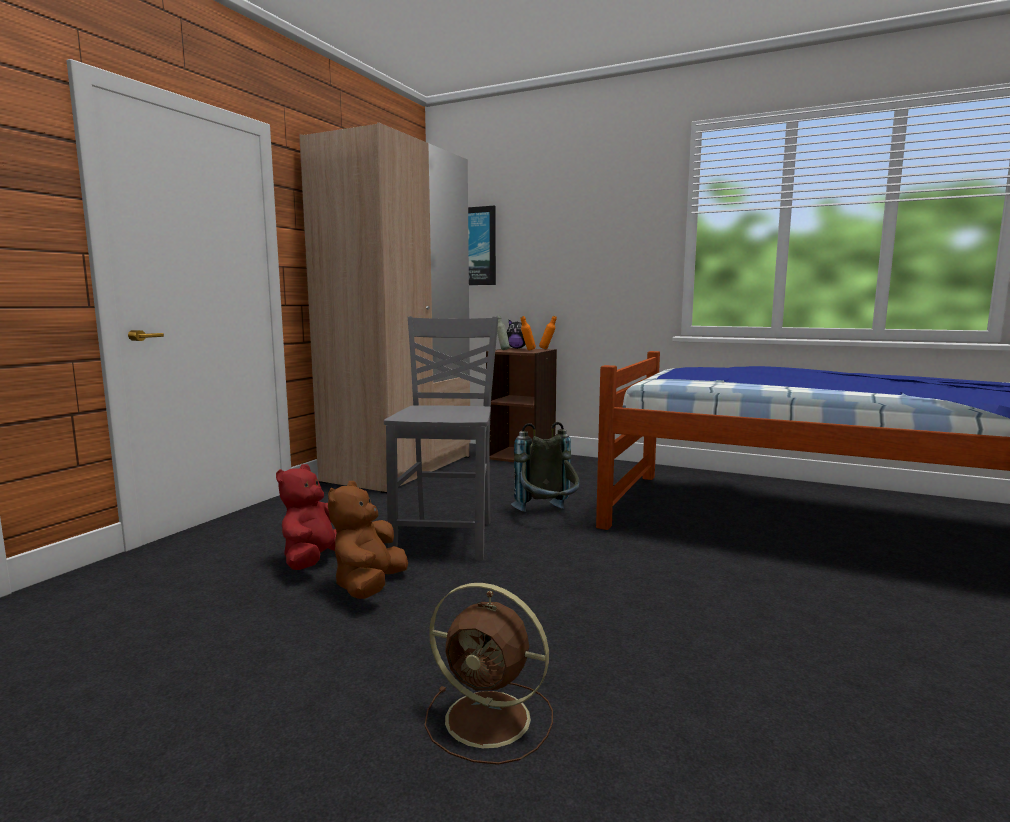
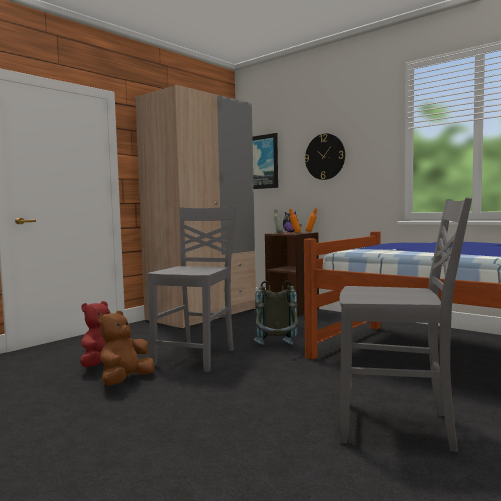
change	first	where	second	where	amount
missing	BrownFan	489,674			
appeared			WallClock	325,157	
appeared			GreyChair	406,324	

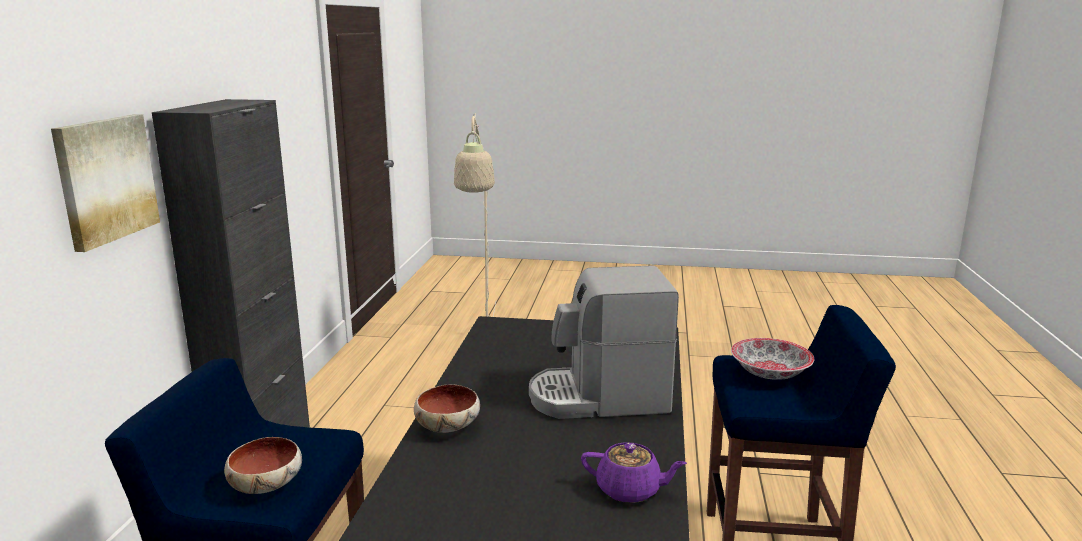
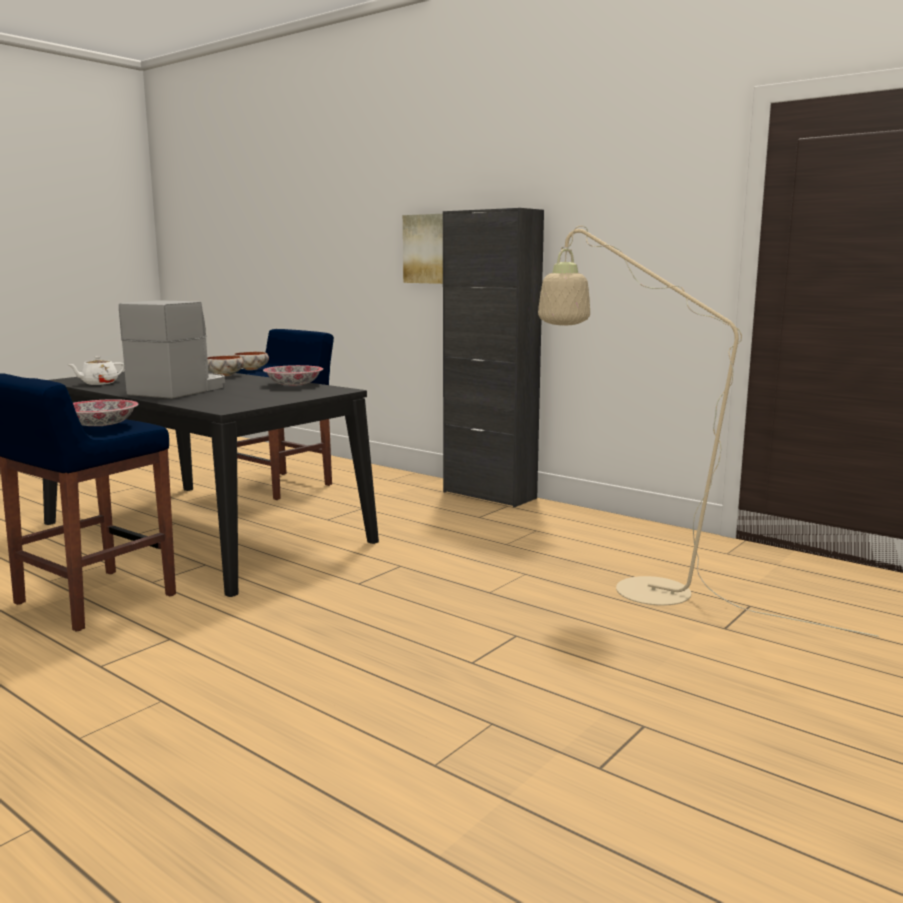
change	first	where	second	where	amount
appeared			Bowl	293,375	
colour	PurpleTeapot	634,472	WhiteTeapot	95,370	

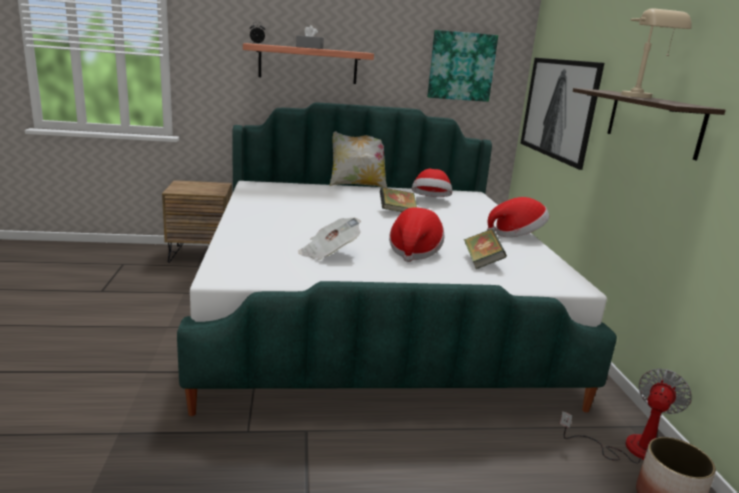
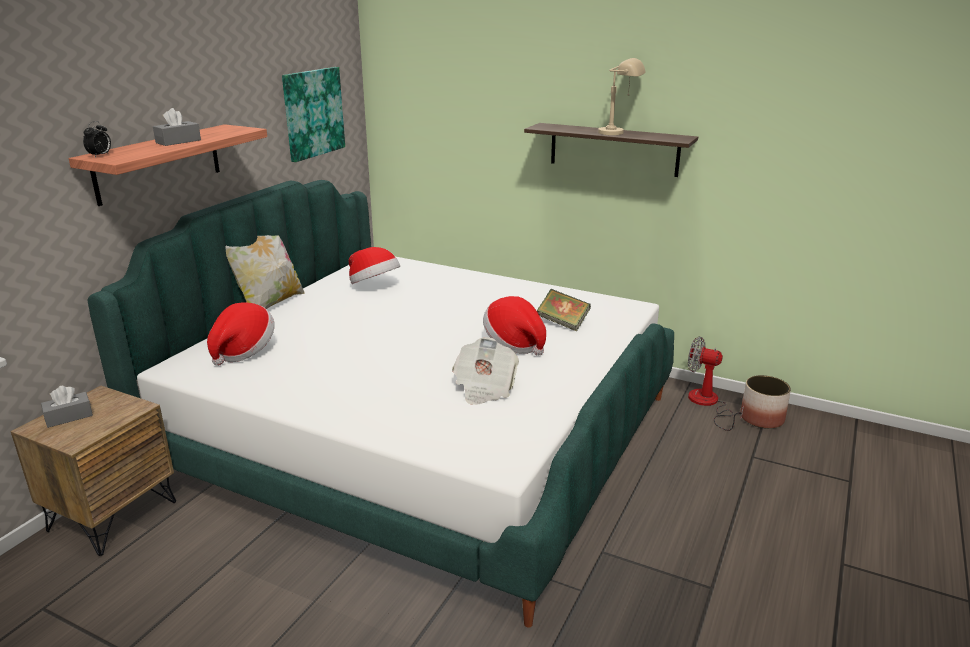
change	first	where	second	where	amount
missing	Book	398,199			
missing	Picture	562,114			
appeared			GreyTissueBox	67,406	
relocated	Hat	518,217		241,334	
spun	Fan	626,416		716,384	45 degrees counterclockwise

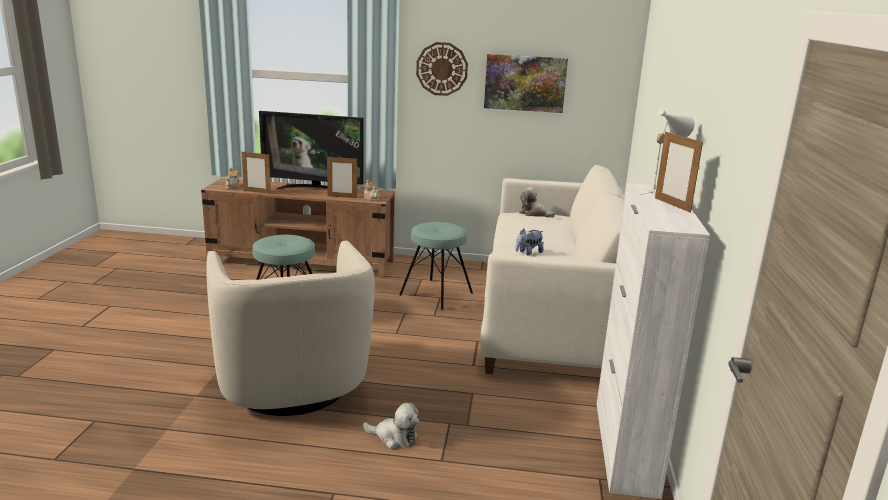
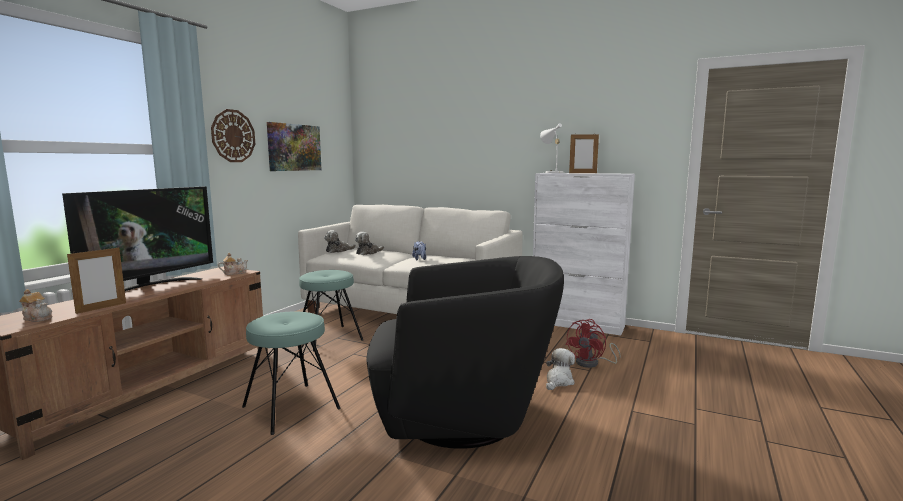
change	first	where	second	where	amount
missing	PictureFrame	342,177			
appeared			PlushToy	369,243	
appeared			RedFan	593,343	
colour	BeigeArmchair	290,328	BlackArmchair	465,352	

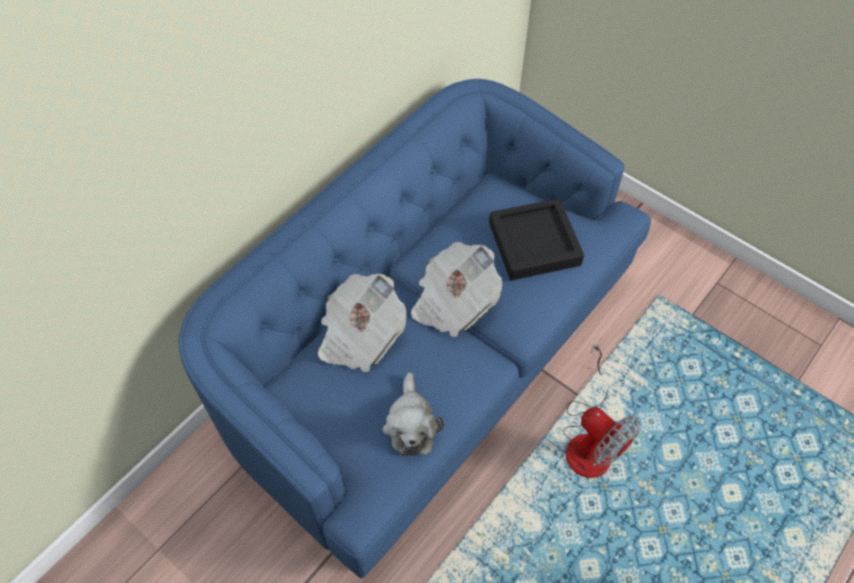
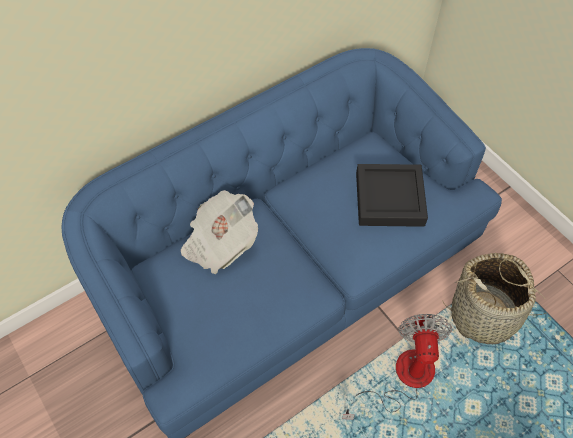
change	first	where	second	where	amount
missing	PlushToy	413,414			
missing	Newspaper	456,289			
appeared			Basket	494,299	
spun	Fan	601,408		397,367	150 degrees counterclockwise

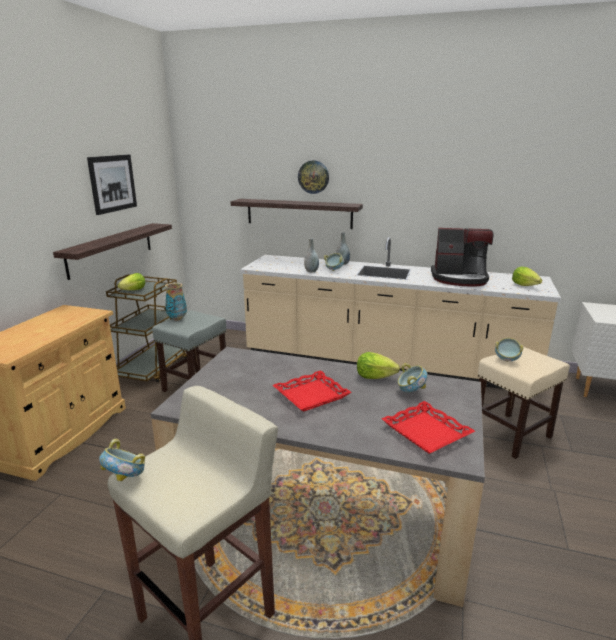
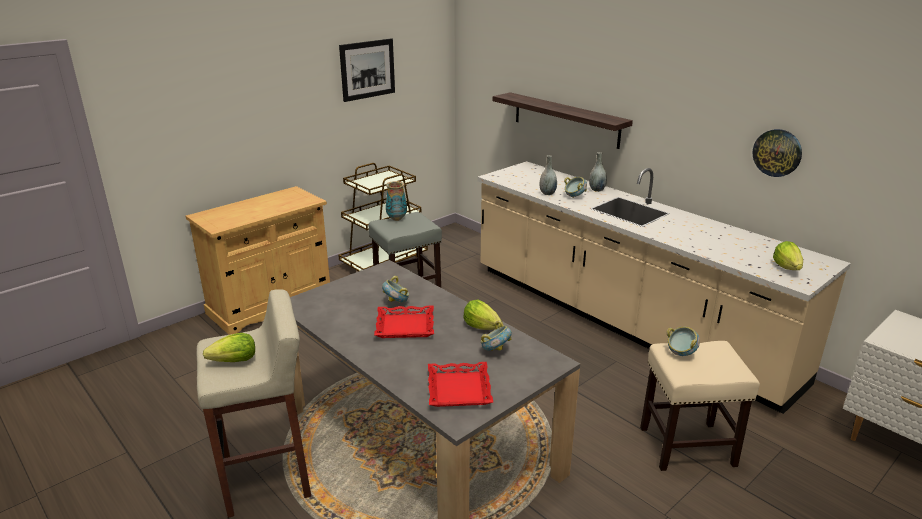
change	first	where	second	where	amount
missing	Shelf	112,251			
missing	CoffeeMachine	462,257			
relocated	Bowl	122,460		395,289	
relocated	Lettuce	131,281		229,347	
relocated	WallClock	313,177		777,153	

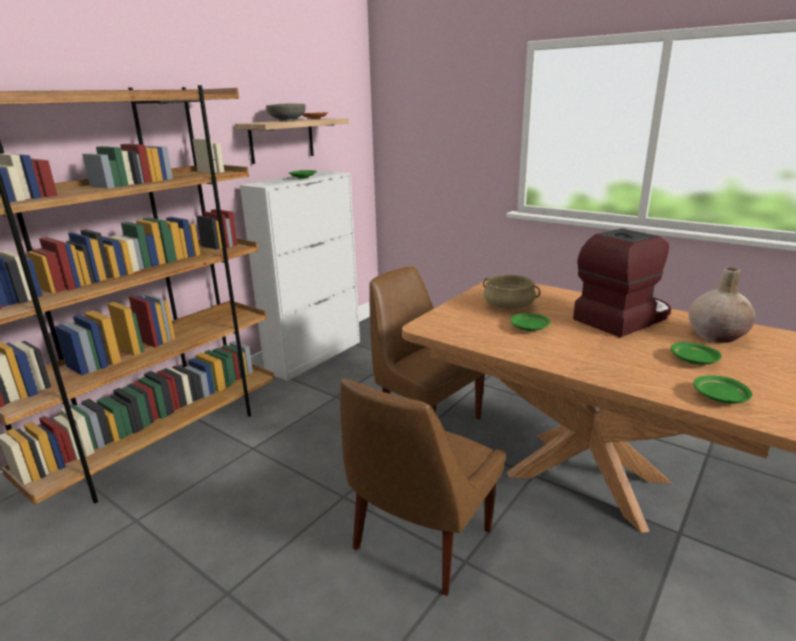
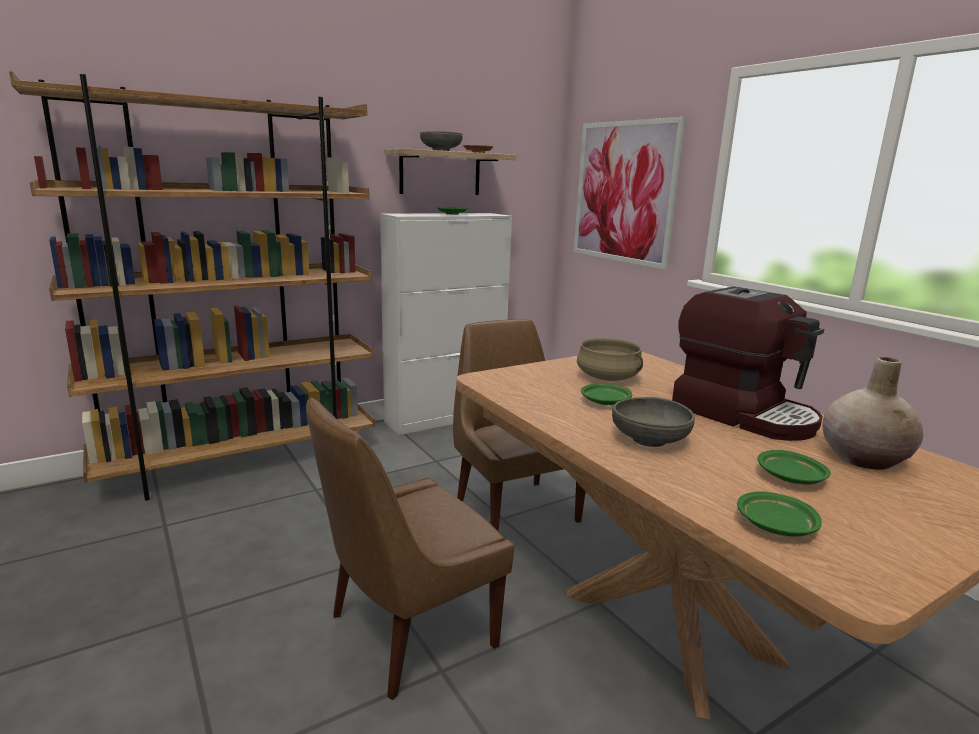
change	first	where	second	where	amount
appeared			Picture	629,193	
appeared			GreyBowl	653,422	
spun	CoffeeMachine	622,282		748,363	60 degrees clockwise

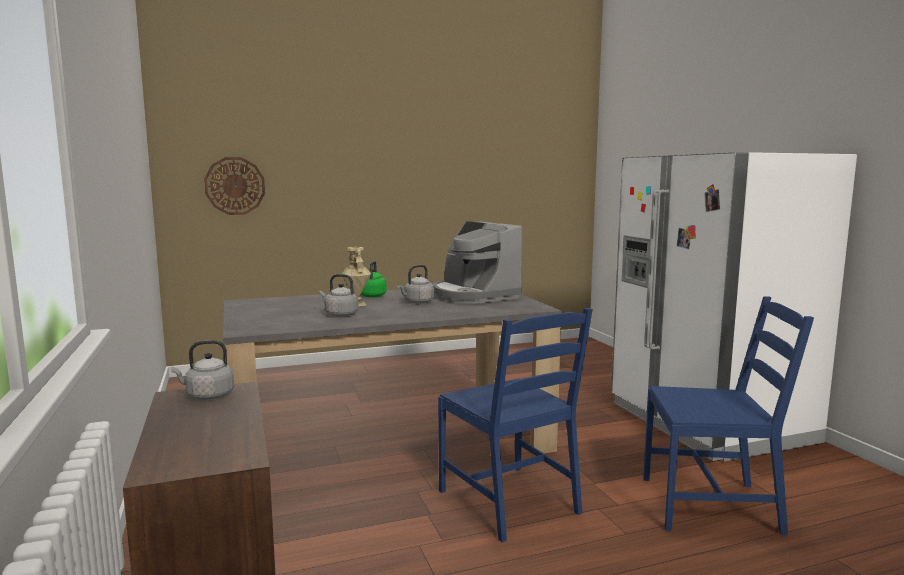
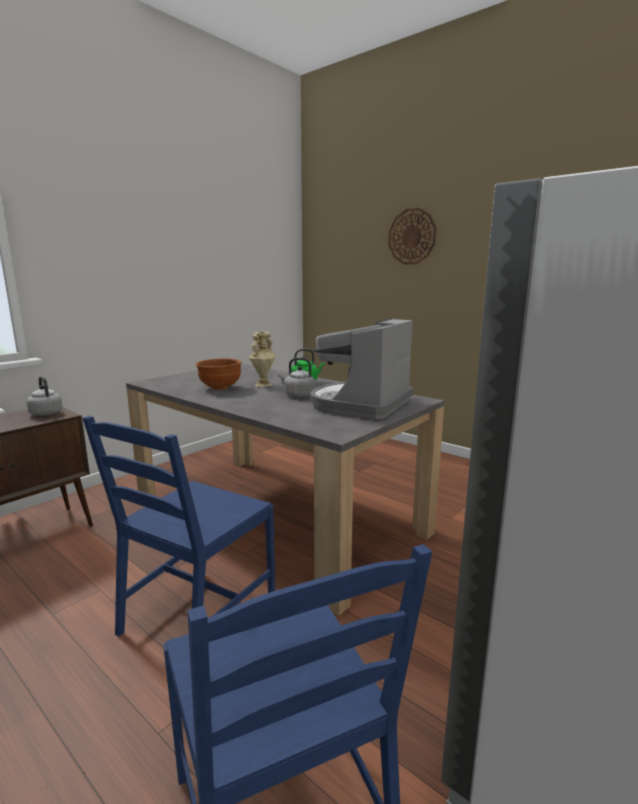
change	first	where	second	where	amount
relocated	WallClock	234,186		412,236	
exchanged	GreyKettle	338,295	BrownBowl	218,374	

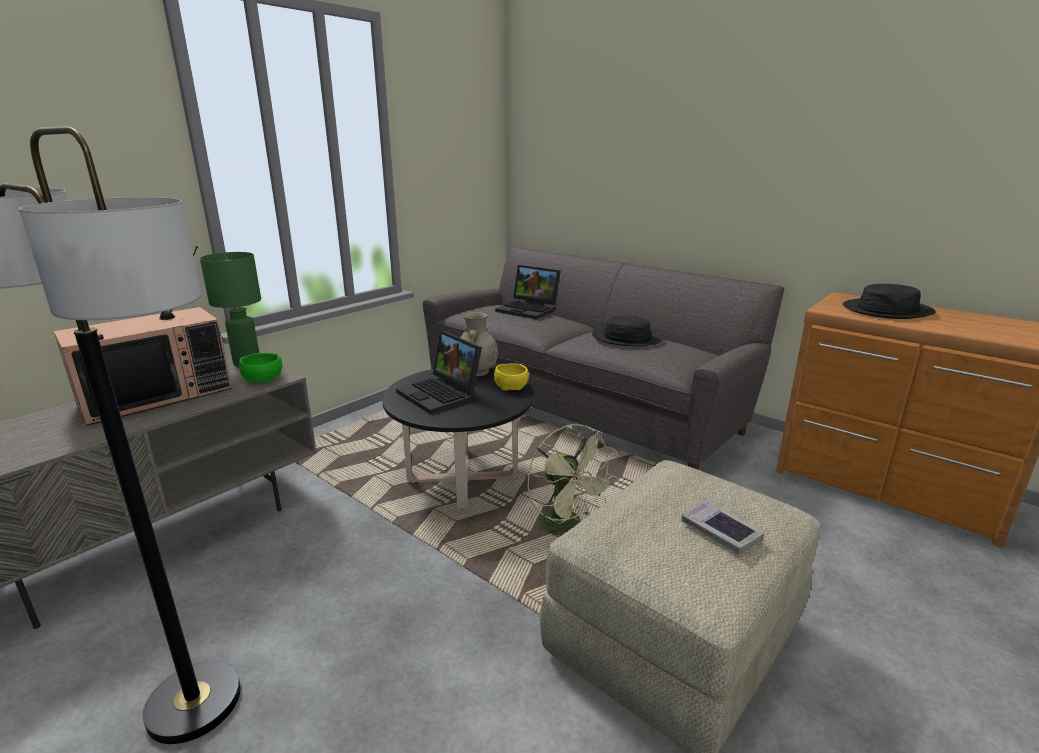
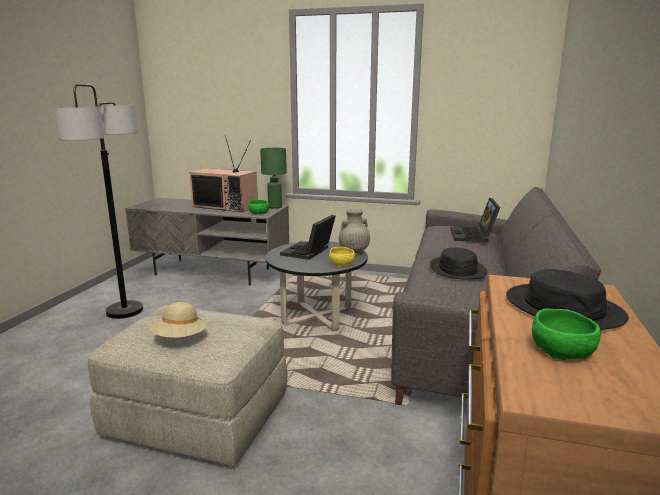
change	first	where	second	where	amount
missing	GreenFan	573,479			
appeared			GreenBowl	566,334	
exchanged	Book	722,527	BeigeHat	178,320	

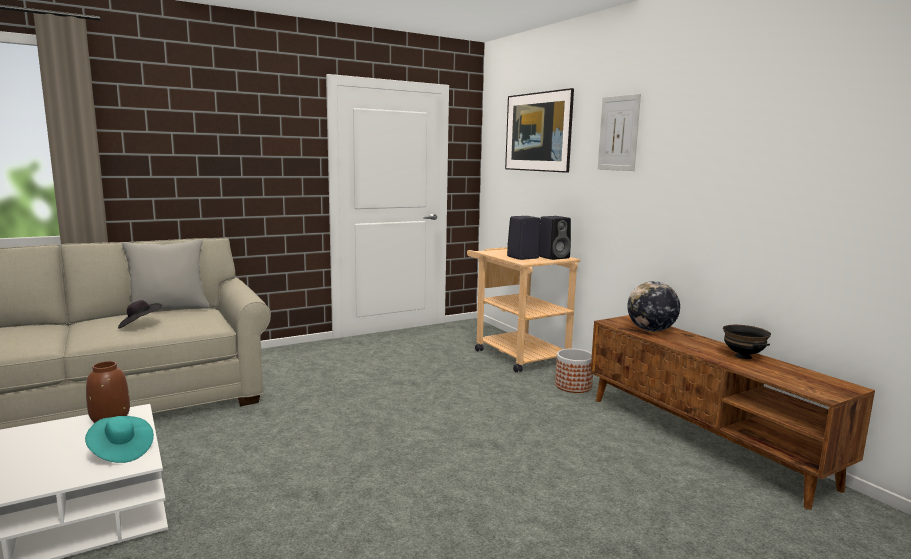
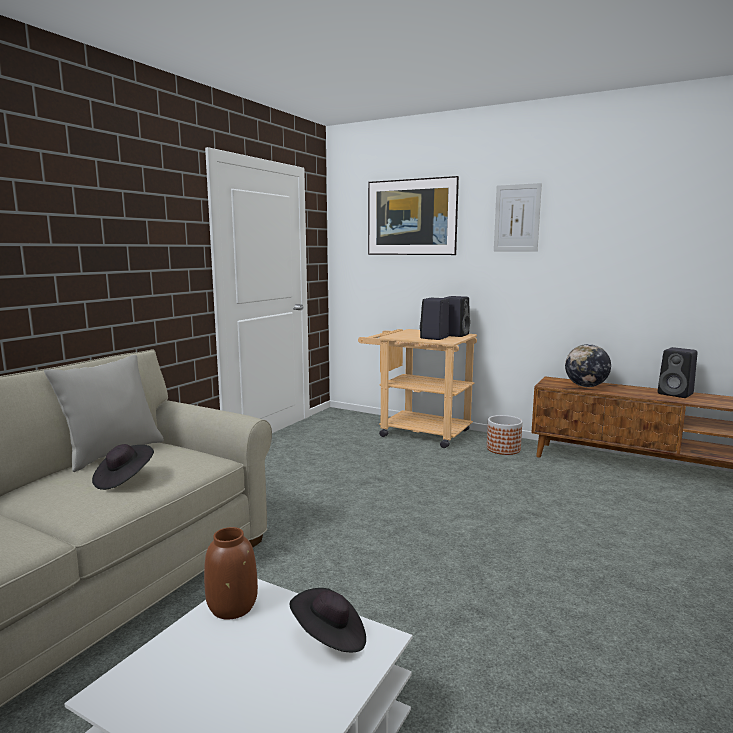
change	first	where	second	where	amount
exchanged	BlackBowl	747,342	BlackSpeaker	678,372	
colour	TurquoiseHat	119,439	BlackHat	327,620	

